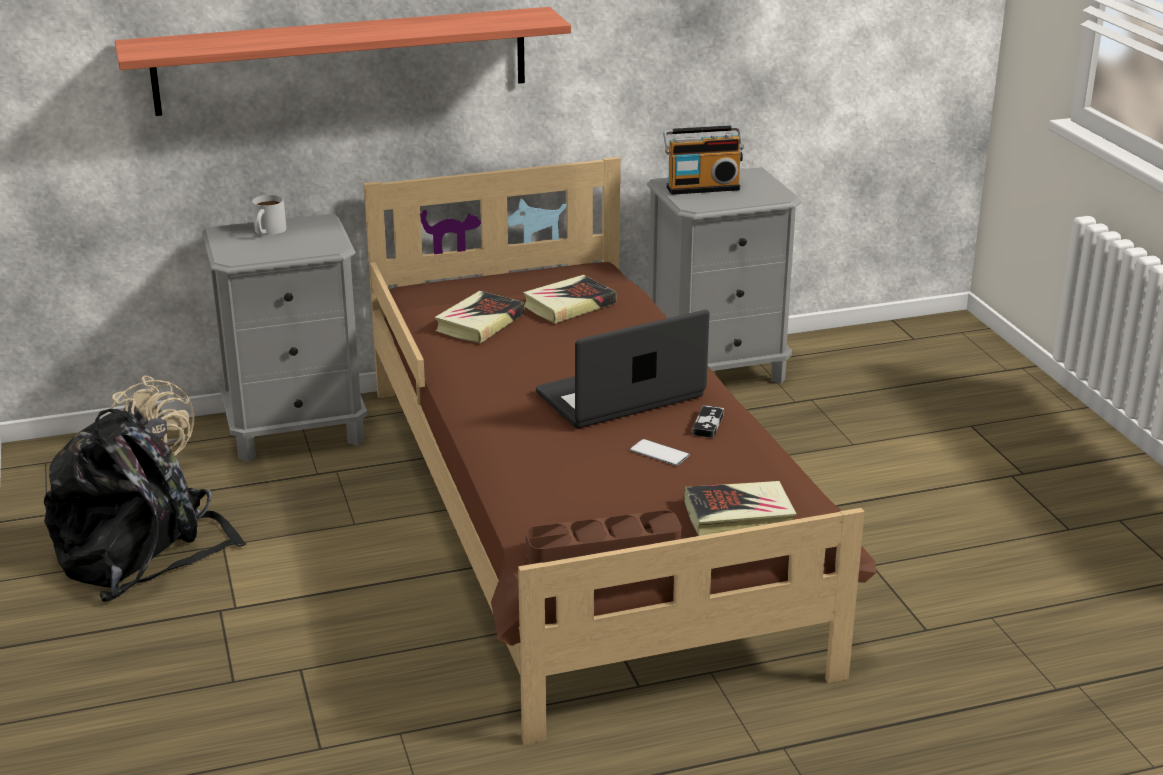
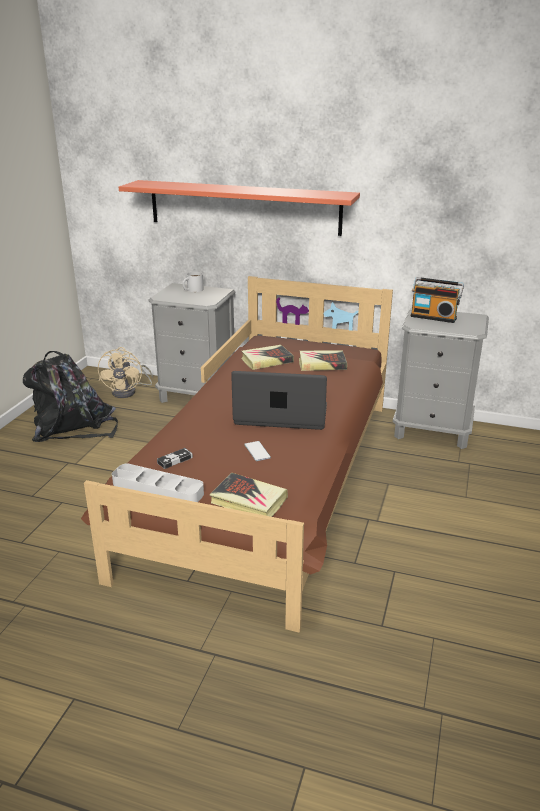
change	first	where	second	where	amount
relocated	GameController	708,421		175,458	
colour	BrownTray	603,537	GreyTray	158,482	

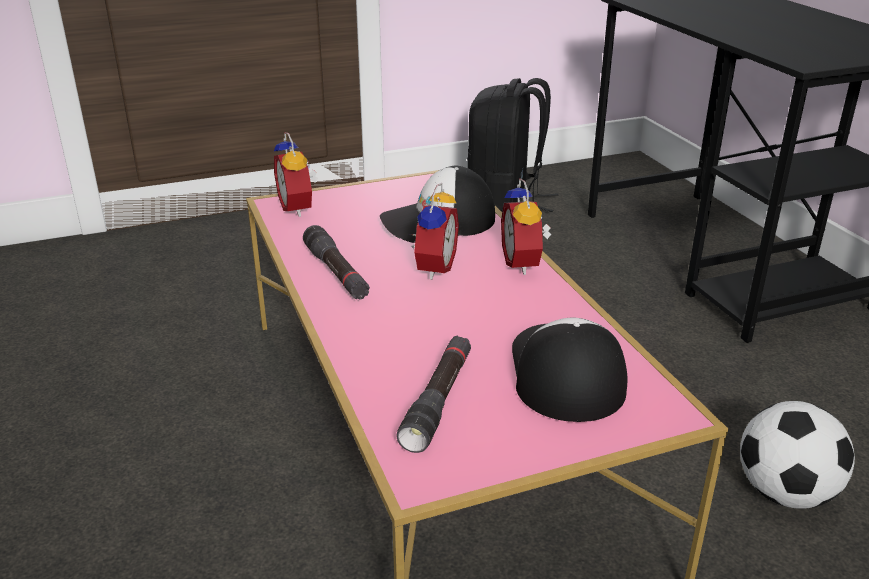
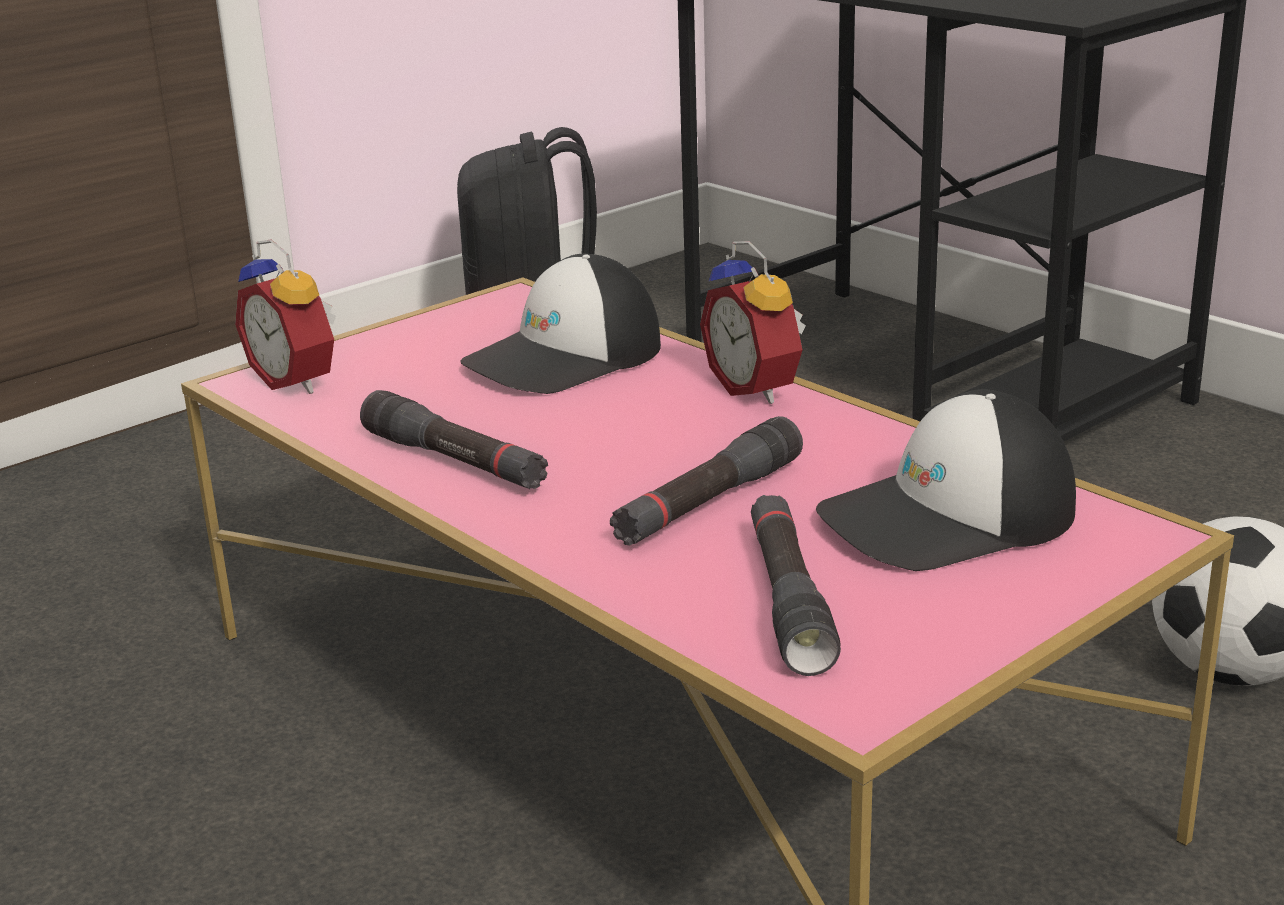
change	first	where	second	where	amount
missing	AlarmClock	434,231			
appeared			BlackFlashlight	706,481	
spun	Cap	569,370		946,480	90 degrees counterclockwise

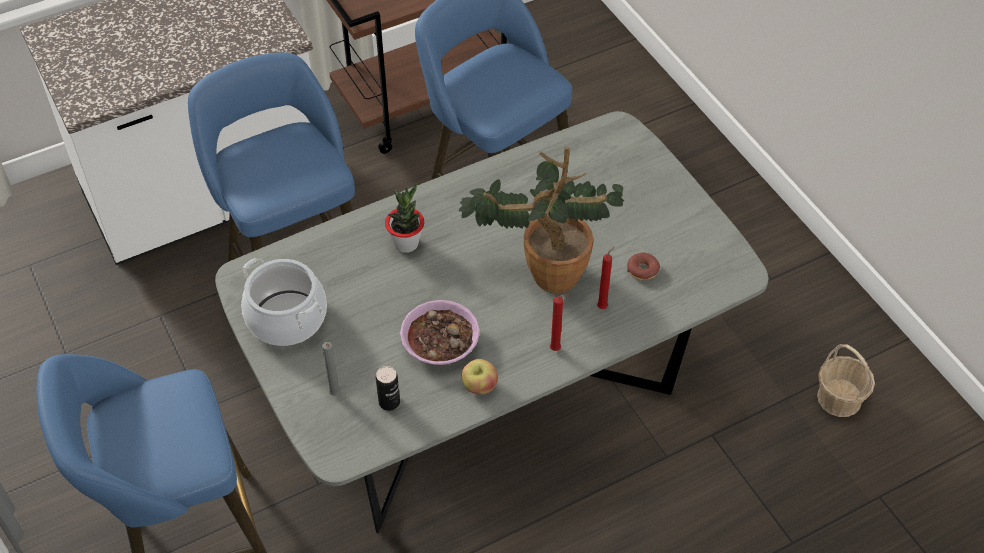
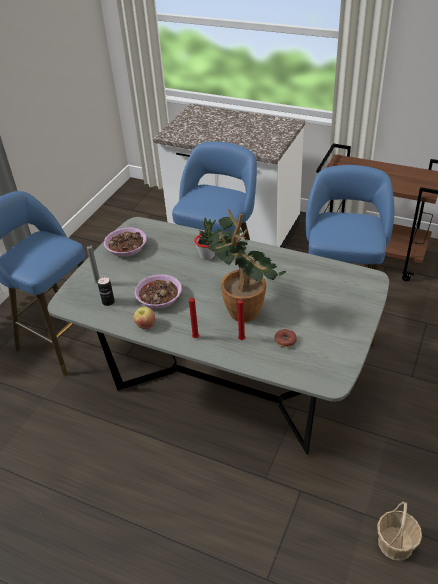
change	first	where	second	where	amount
exchanged	CookingPot	284,302	Bowl	125,242	

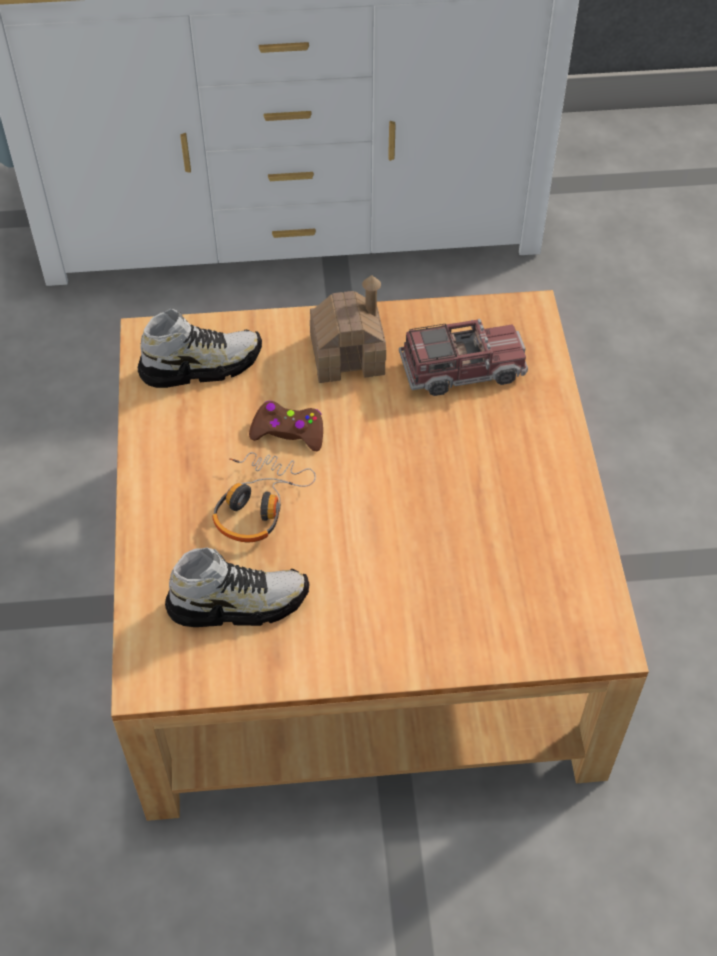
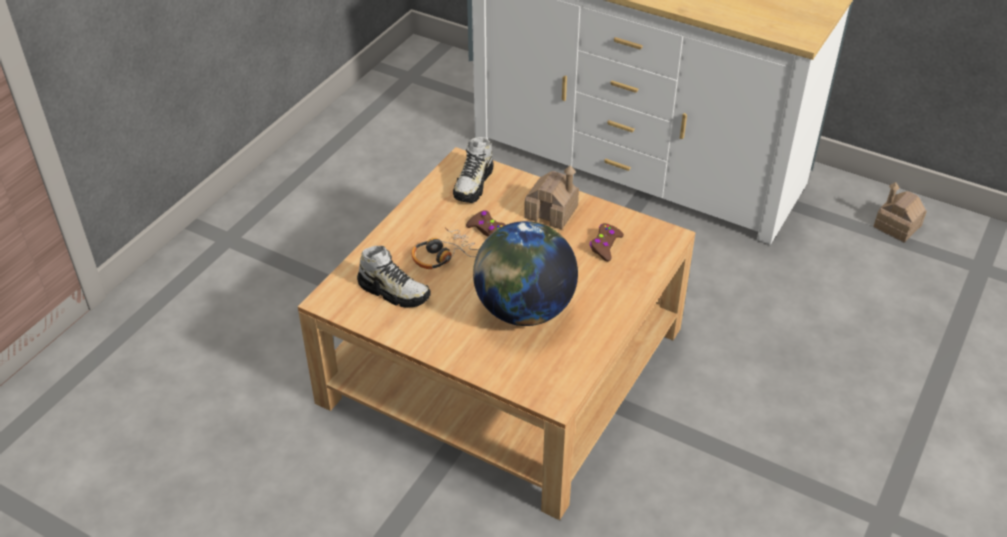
change	first	where	second	where	amount
appeared			Globe	525,273	
appeared			ToyHouse	900,212	
exchanged	ToyTruck	463,357	BrownGameController	607,242	
spun	Shoe	200,348		473,170	90 degrees clockwise

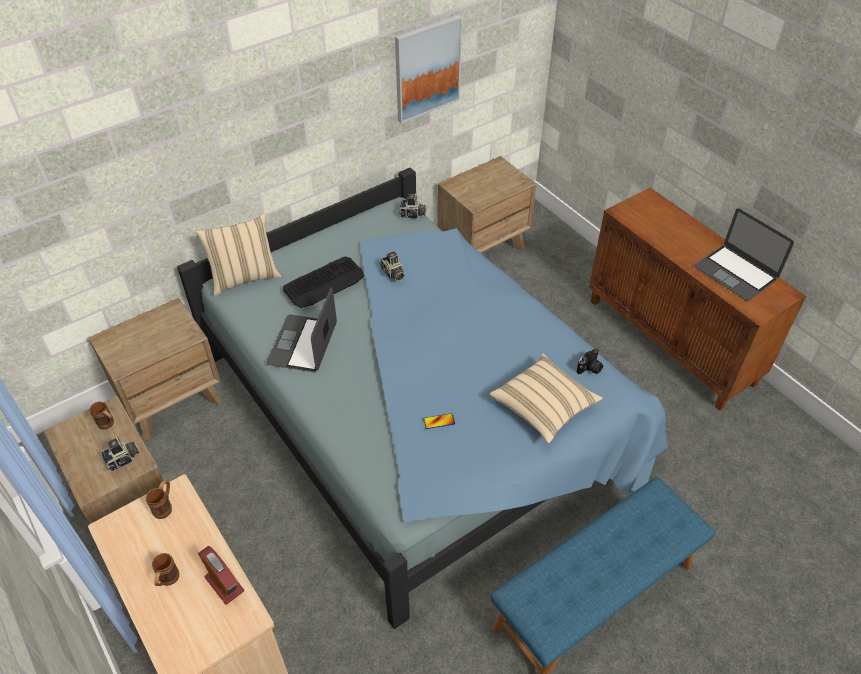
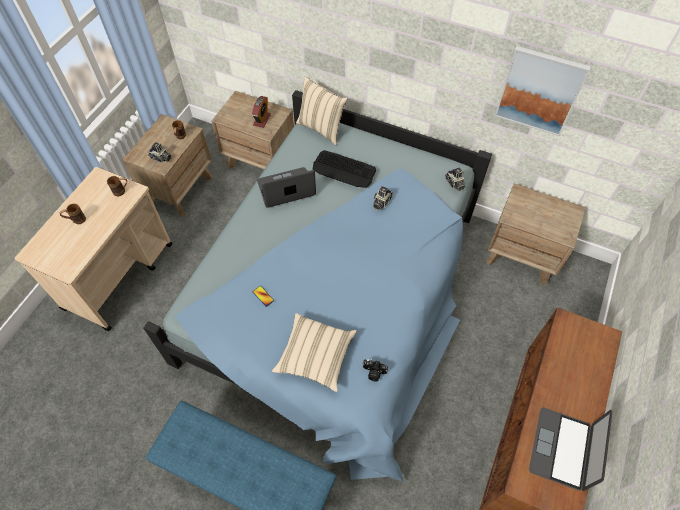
change	first	where	second	where	amount
relocated	AlarmClock	221,575		261,112	

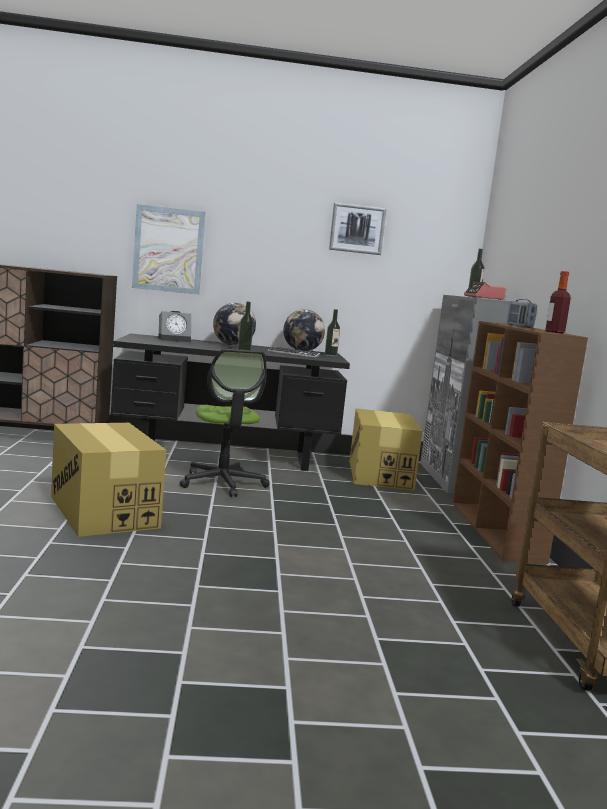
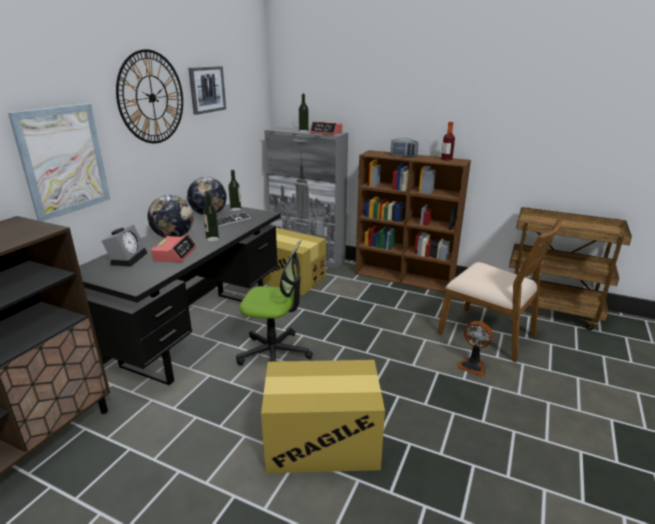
change	first	where	second	where	amount
appeared			WallClock	149,96	
appeared			AlarmClock	174,248	
appeared			BrownChair	500,290	
appeared			Fan	474,348	

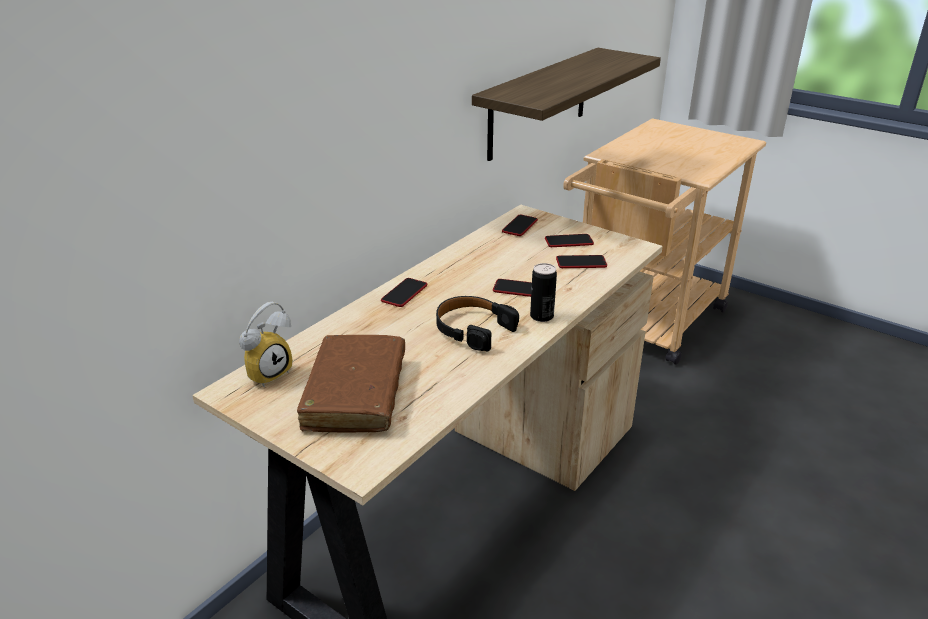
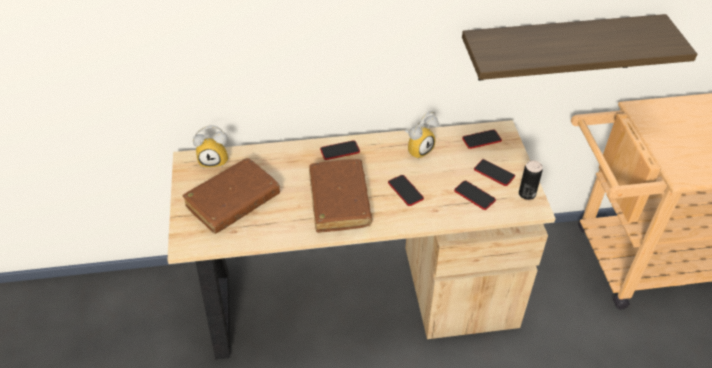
change	first	where	second	where	amount
appeared			AlarmClock	422,135	
relocated	Can	543,292		531,180	
exchanged	BlackHeadphones	477,323	BrownBook	340,196	

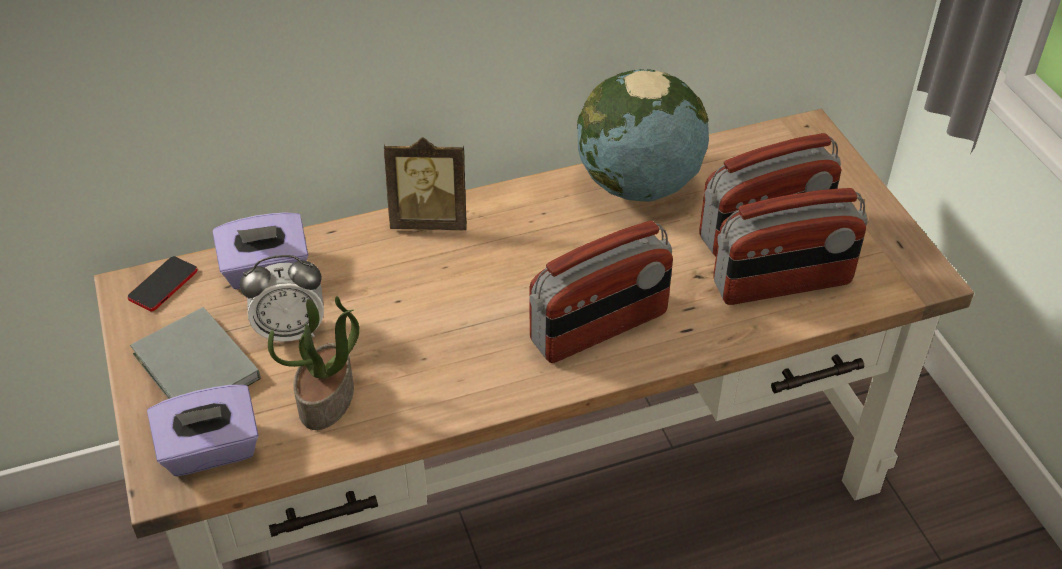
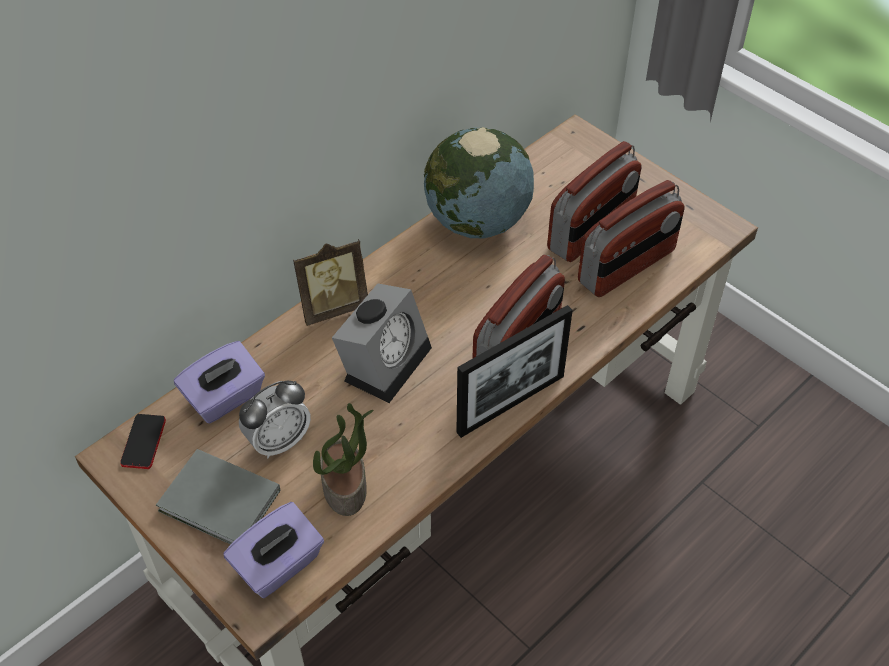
change	first	where	second	where	amount
appeared			AlarmClock	382,343	
appeared			PictureFrame	514,371	

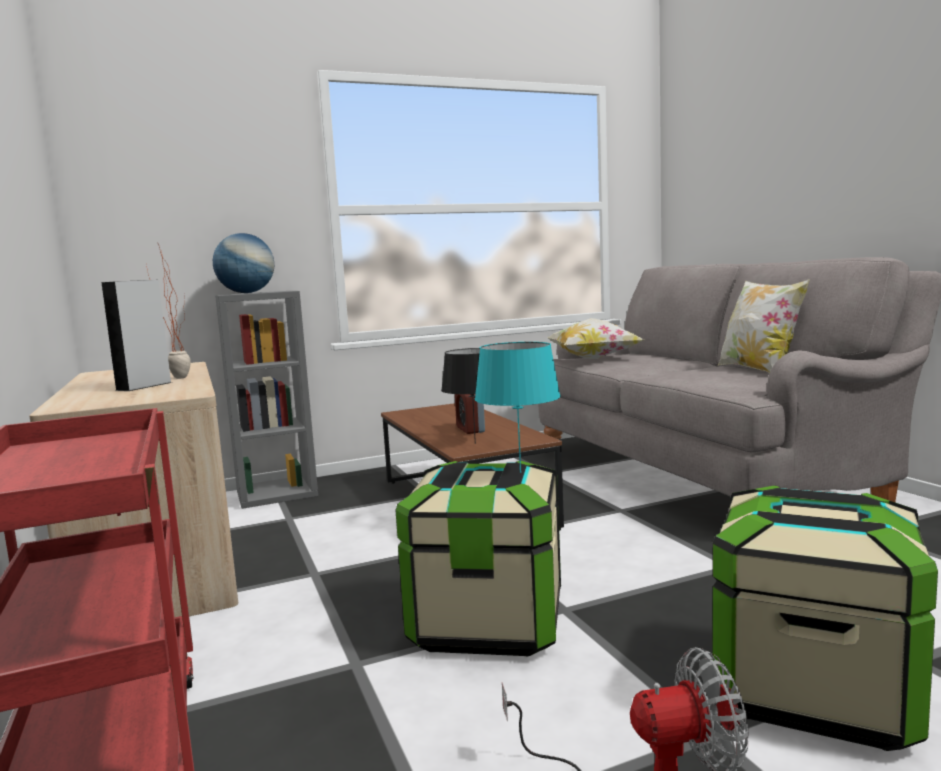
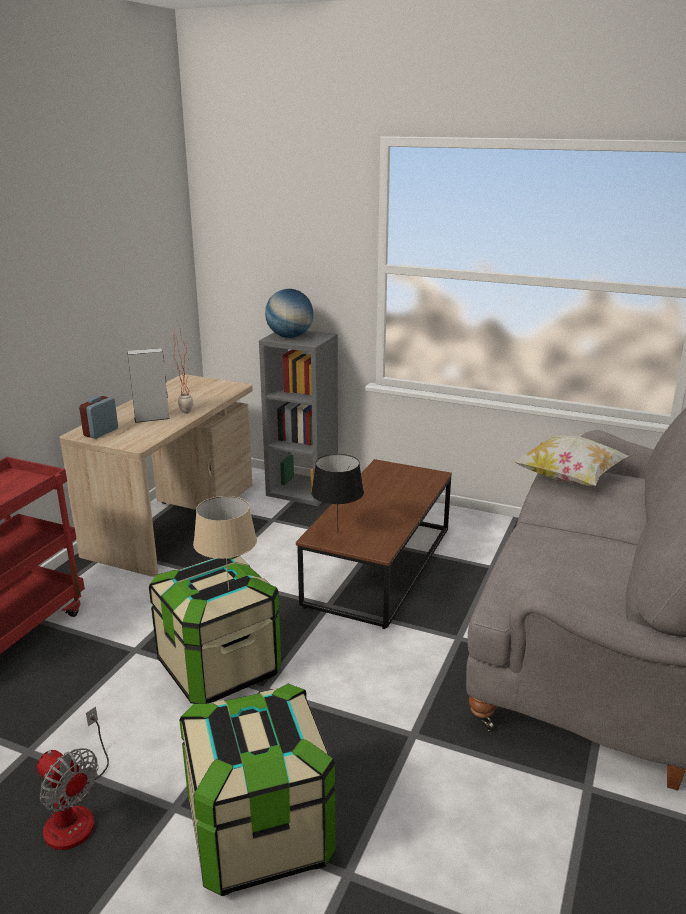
change	first	where	second	where	amount
missing	Pillow	764,326			
relocated	AlarmClock	470,414		98,417	
colour	TurquoiseTableLamp	518,407	BeigeTableLamp	225,543	

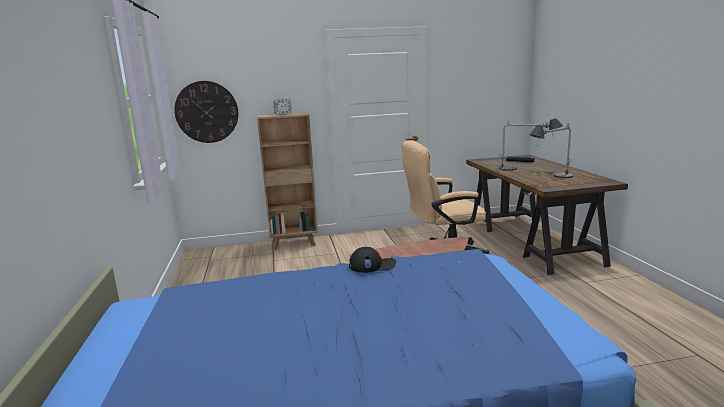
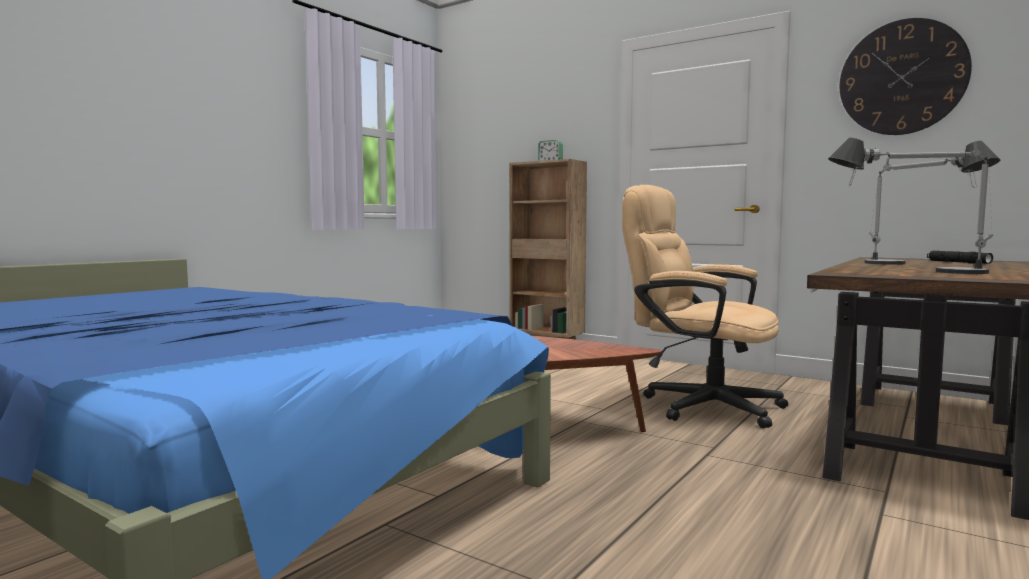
change	first	where	second	where	amount
missing	BlackCap	372,260			
relocated	WallClock	206,112		906,76	

